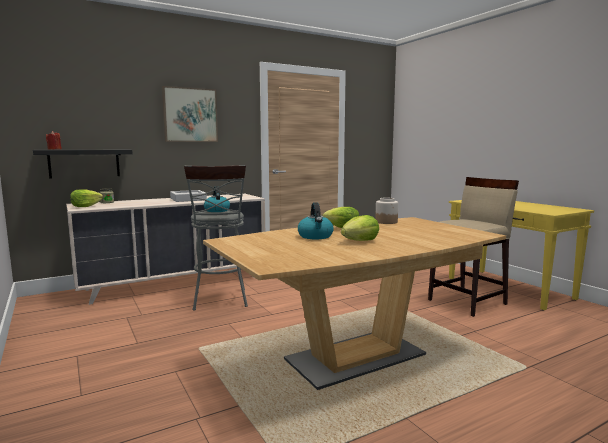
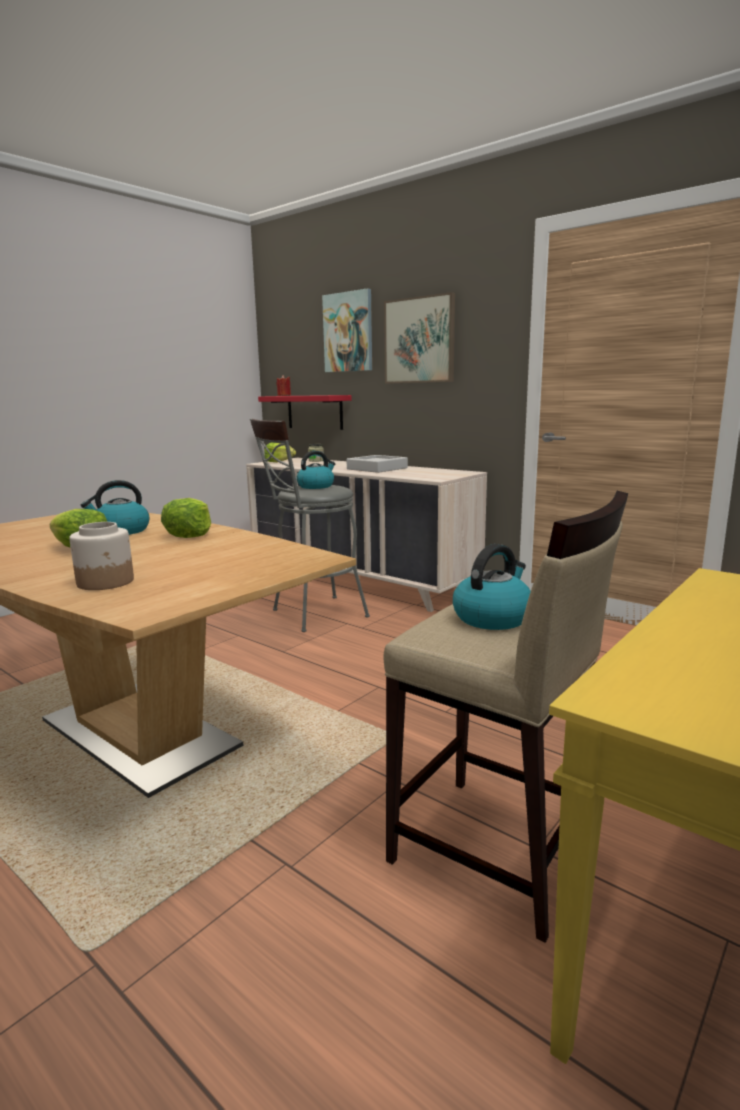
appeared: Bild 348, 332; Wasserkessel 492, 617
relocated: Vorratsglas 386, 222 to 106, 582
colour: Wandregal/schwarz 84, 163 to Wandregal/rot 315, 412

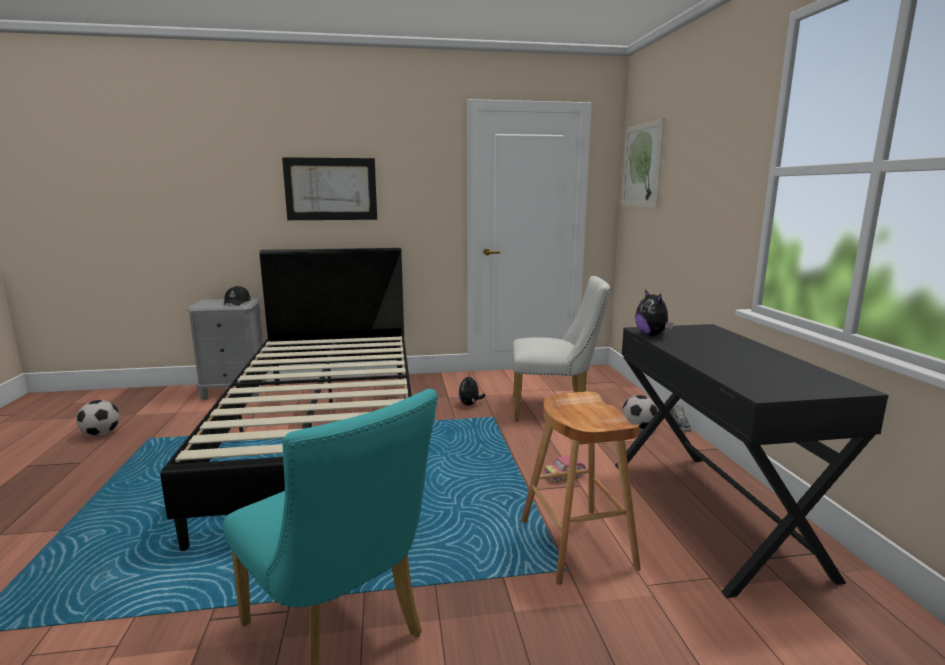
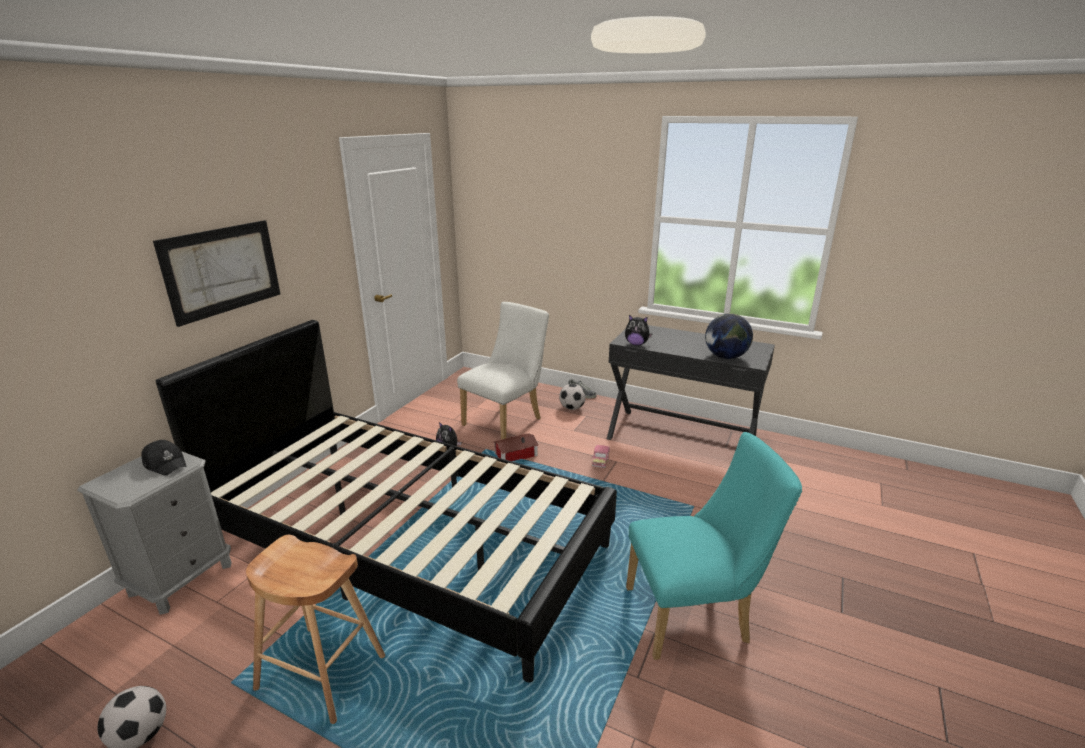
missing: Bild 642, 165
appeared: Spielzeughaus 514, 454; Globus 725, 357
relocated: Hocker/braun 577, 544 to 321, 672

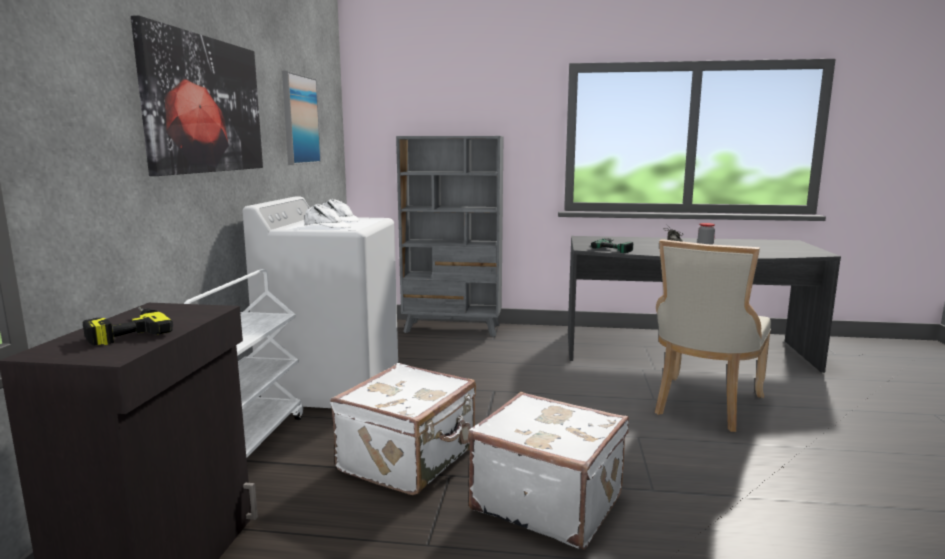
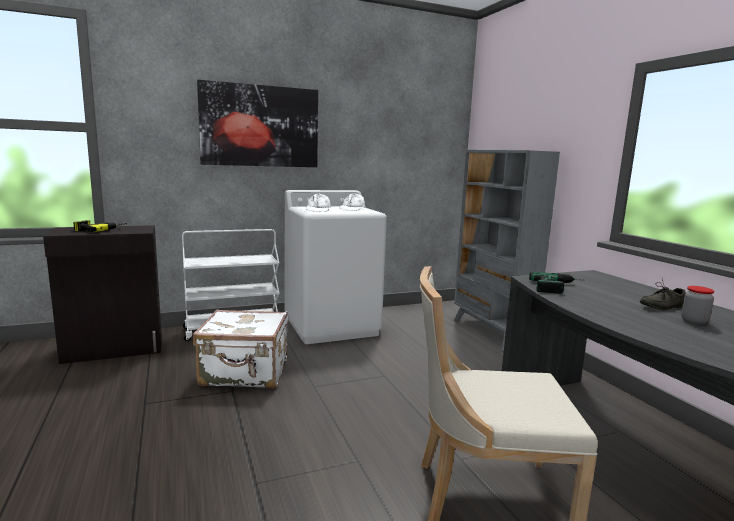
missing: Bild 300, 120; Koffer/weiß 548, 501

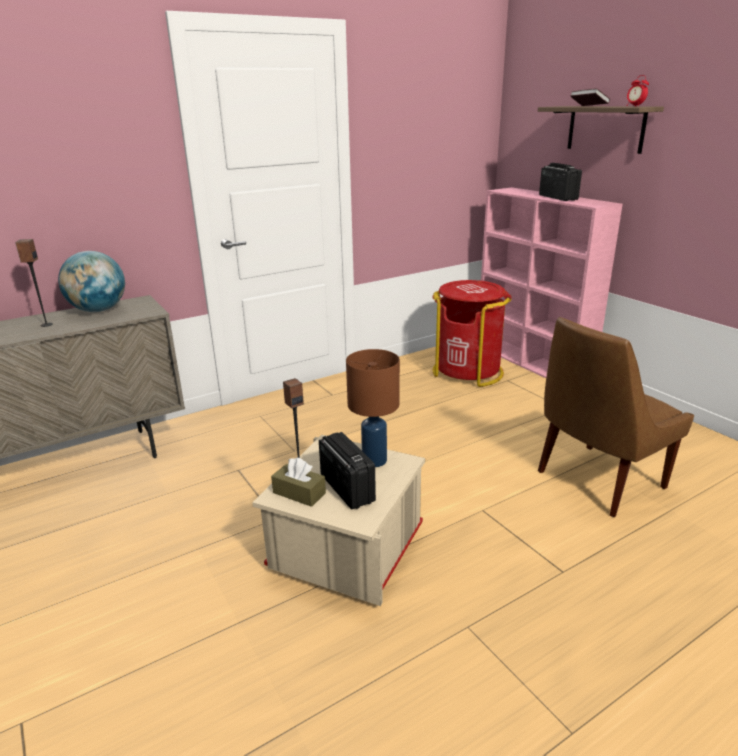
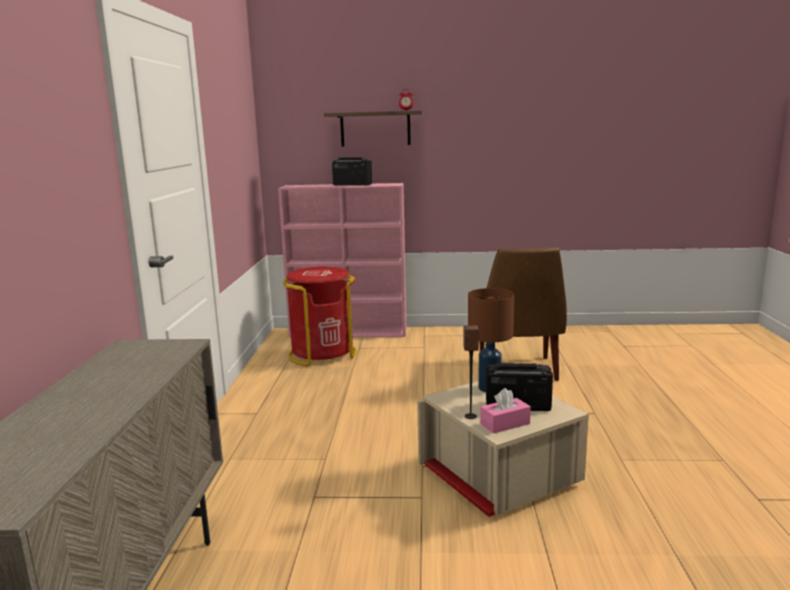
missing: Lautsprecher 46, 325; Globus 98, 310; Buch 588, 106
colour: Taschentuchbox/braun 299, 493 to Taschentuchbox/rosa 505, 424

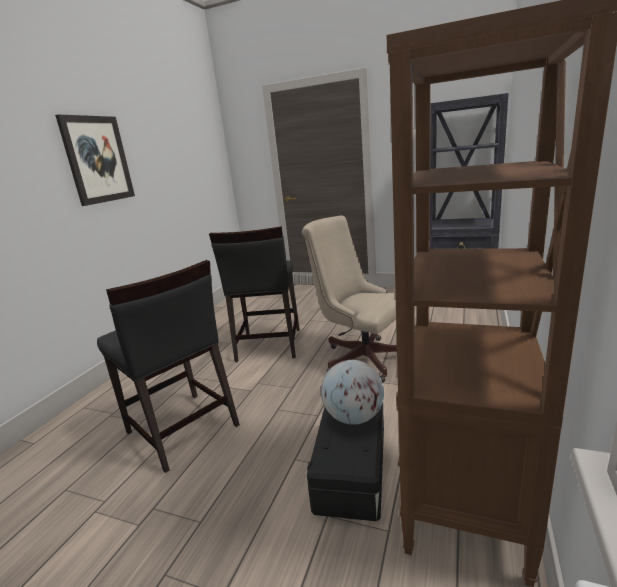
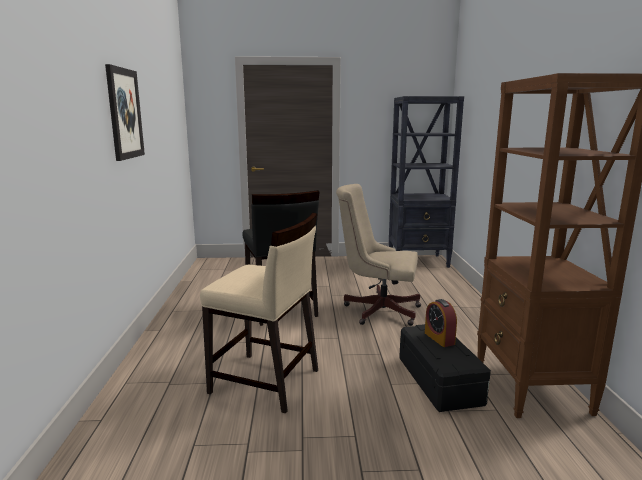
exchanged: Globus 354, 417 to Wecker 439, 338
colour: Stuhl/schwarz 182, 430 to Stuhl/beige 265, 382

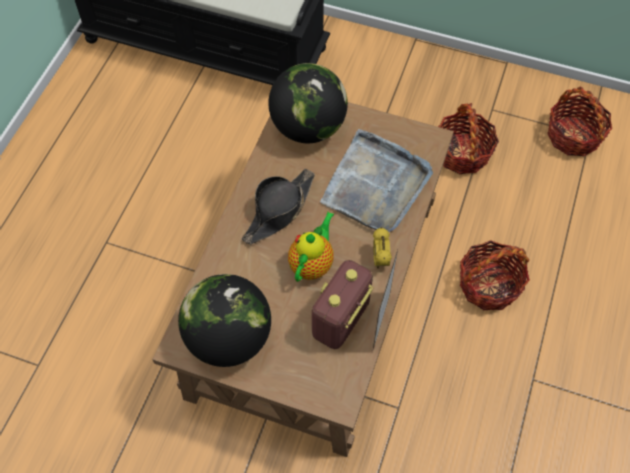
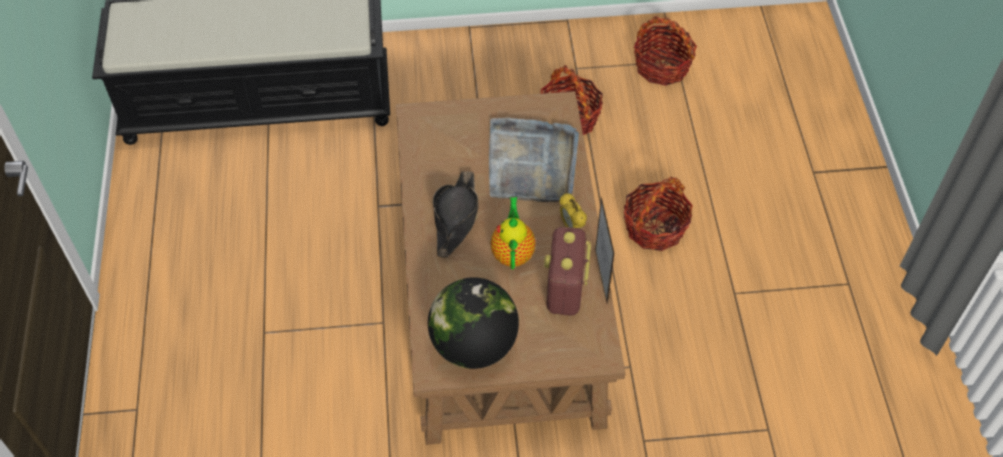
missing: Globus 308, 128

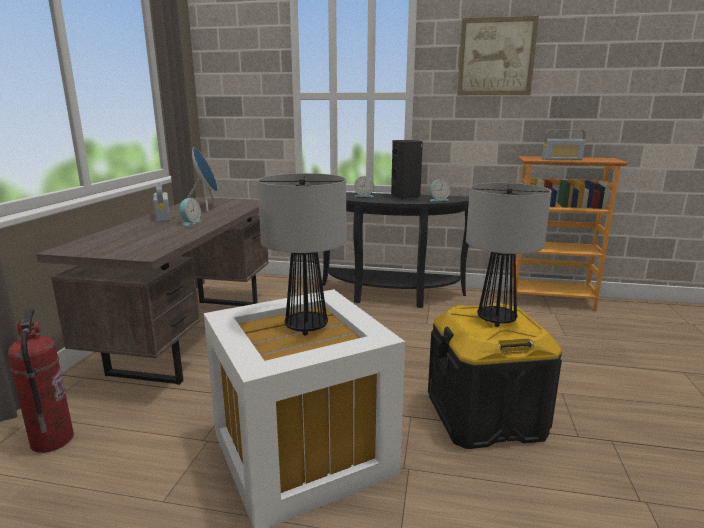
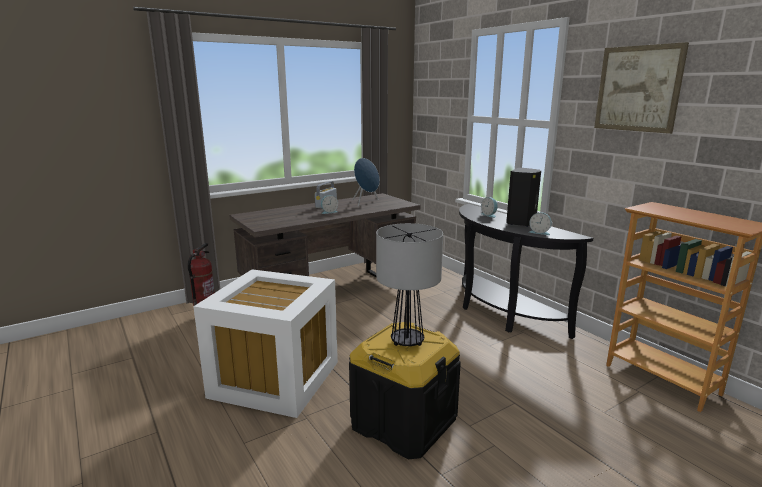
missing: Tischlampe 307, 327; Radio 562, 159

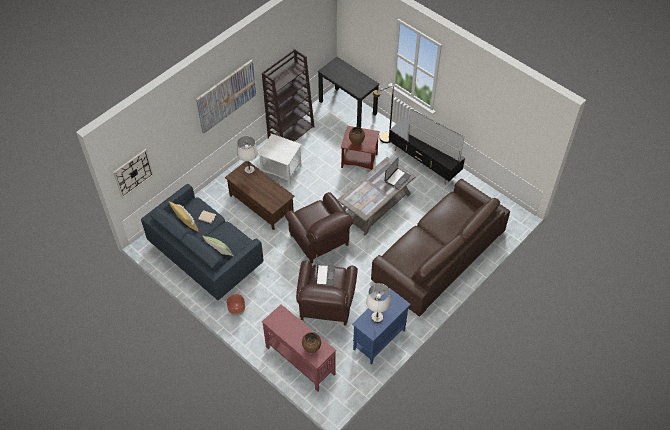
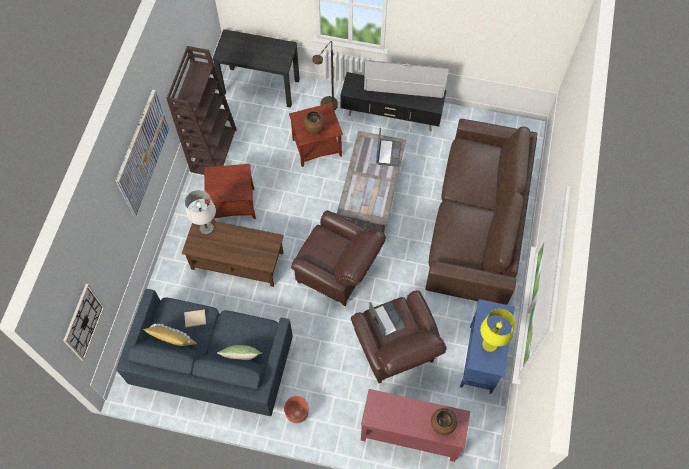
colour: Beistelltisch/weiß 281, 170 to Beistelltisch/braun 233, 204; Tischlampe/weiß 377, 317 to Tischlampe/gelb 490, 344

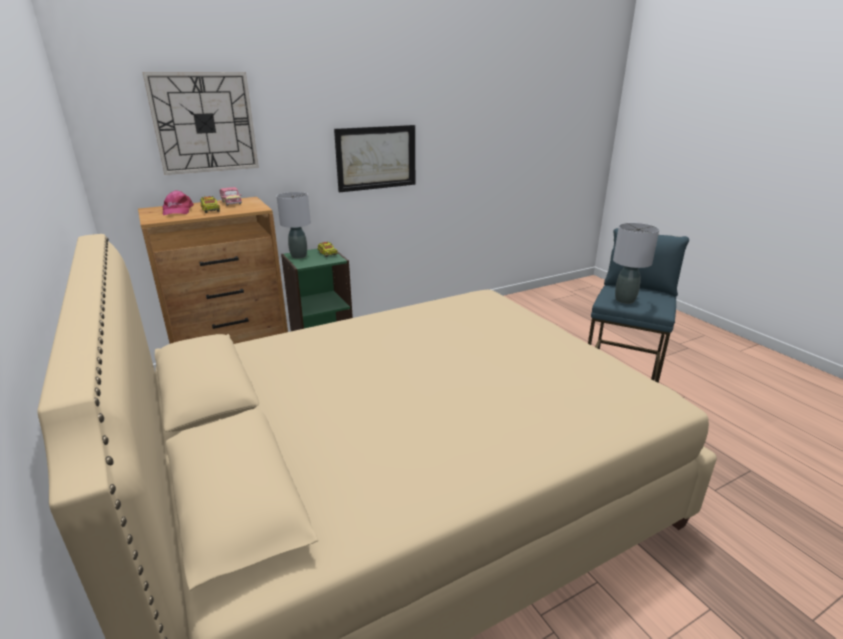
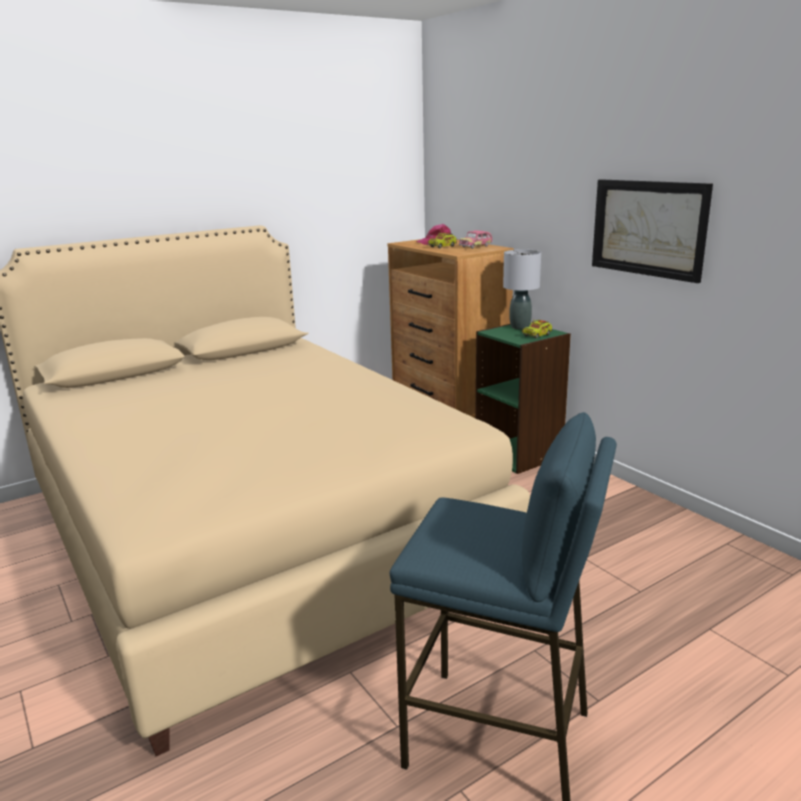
missing: Wanduhr 204, 123; Tischlampe/grau 625, 300

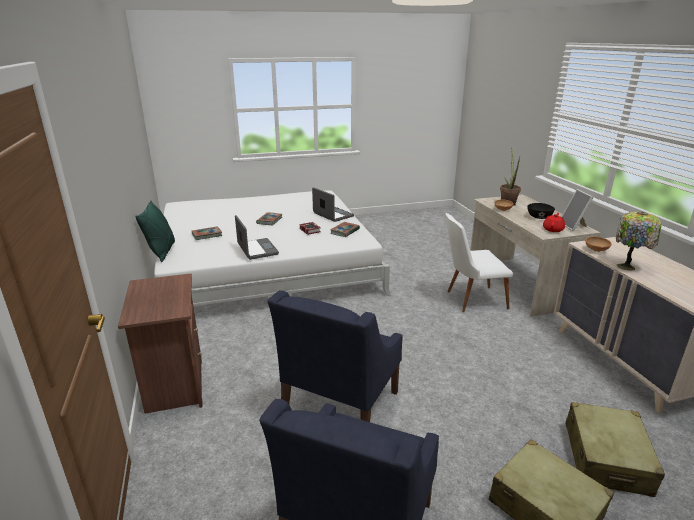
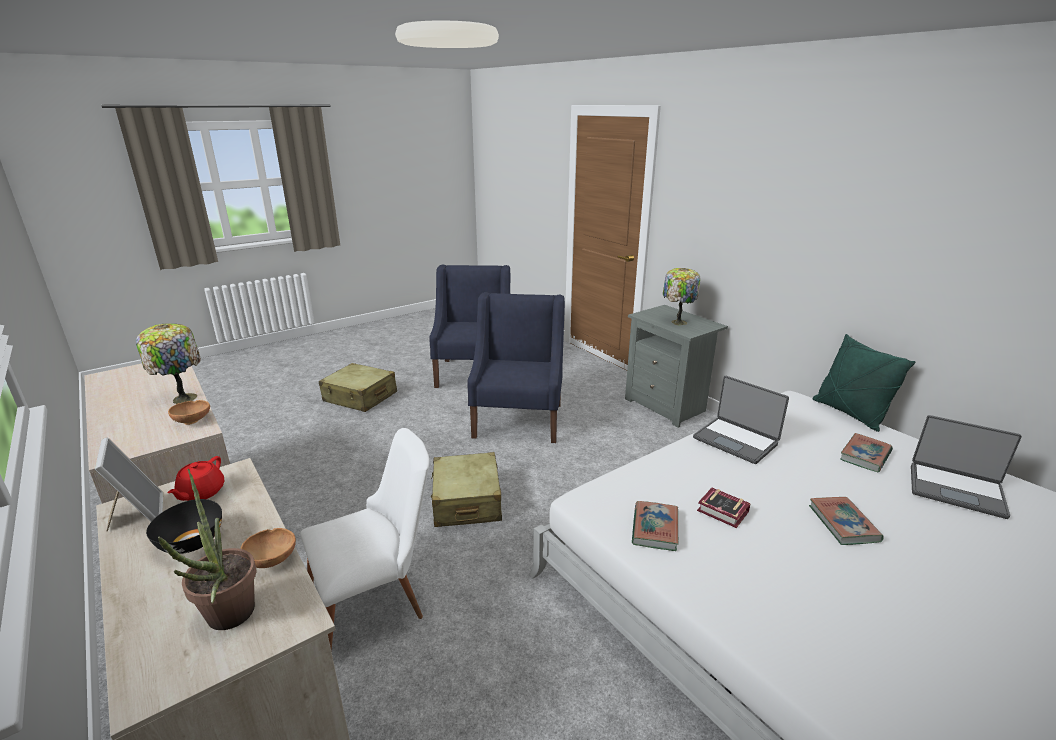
appeared: Tischlampe 677, 322
relocated: Laptop 332, 215 to 956, 489; Koffer/beige 606, 458 to 467, 501
colour: Nachttisch/braun 174, 385 to Nachttisch/grau 667, 406

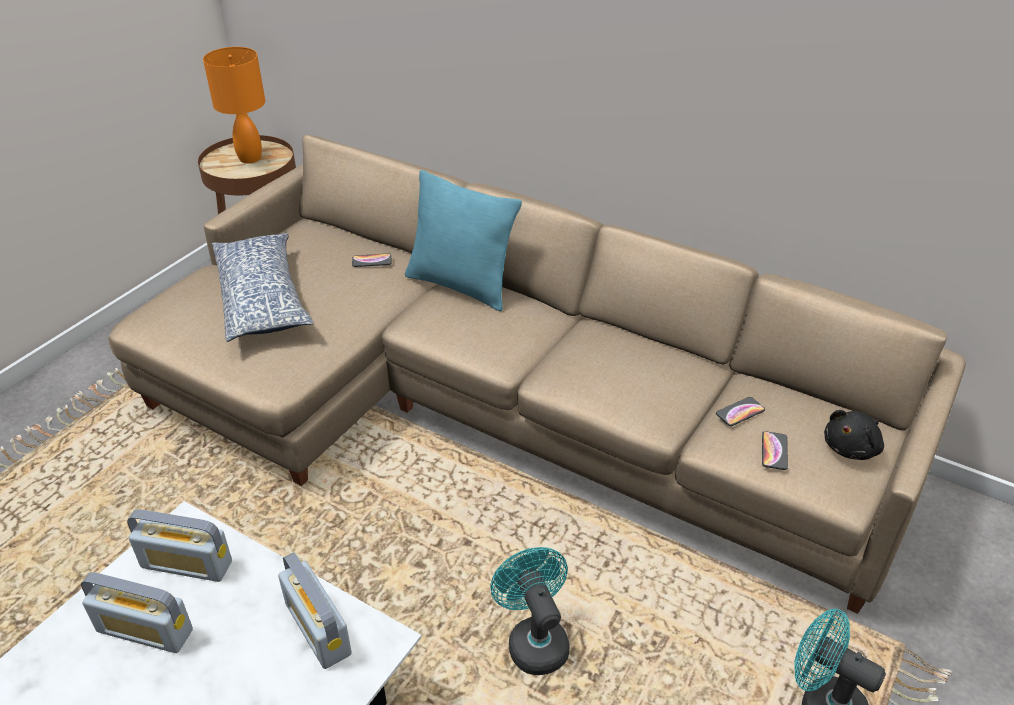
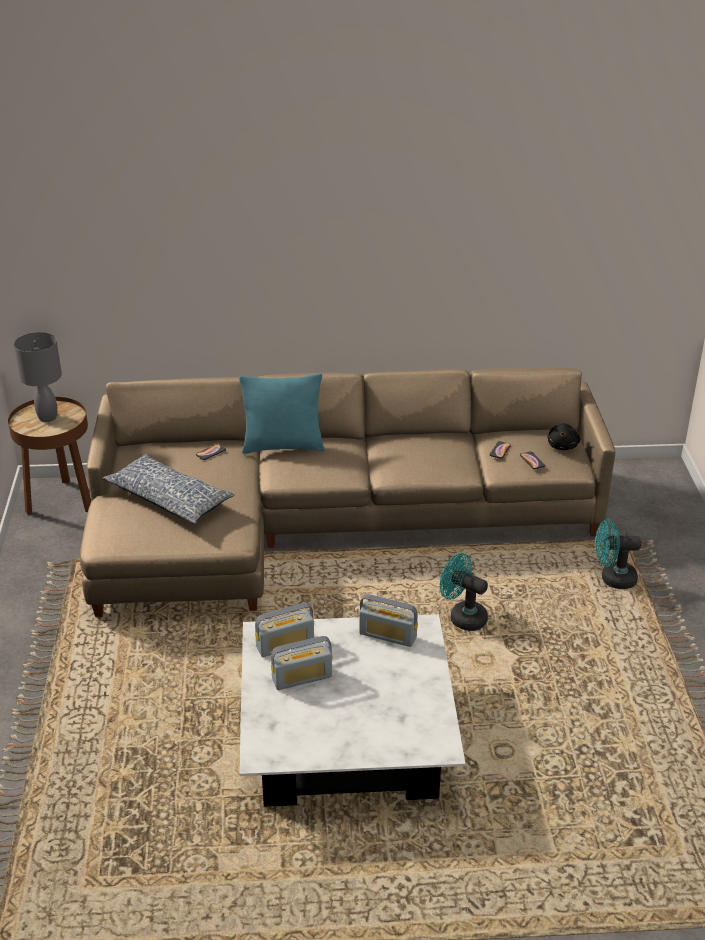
colour: Tischlampe/orange 251, 158 to Tischlampe/grau 48, 417

